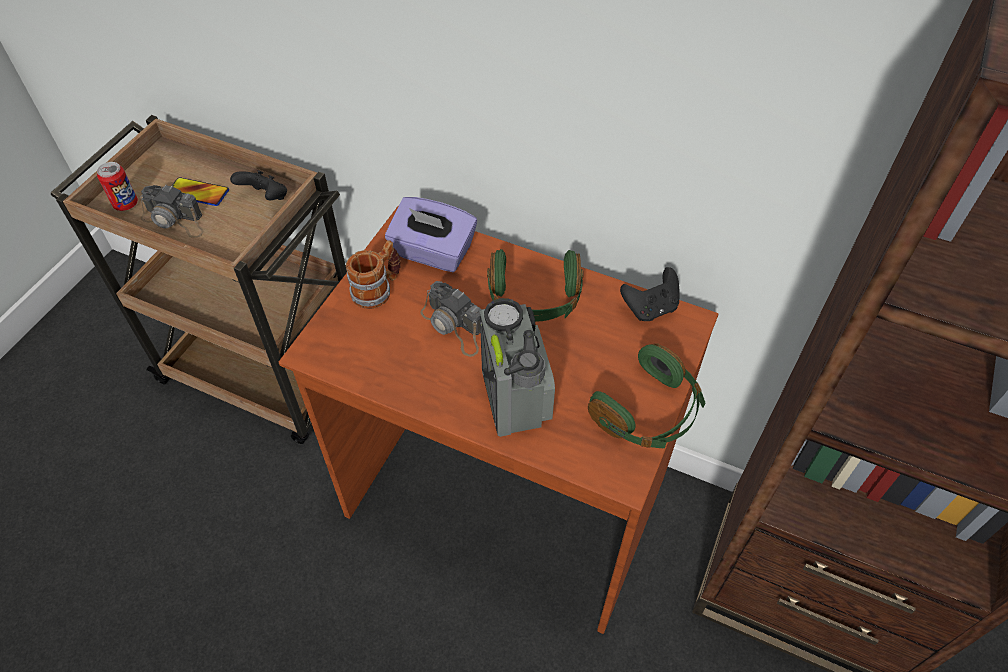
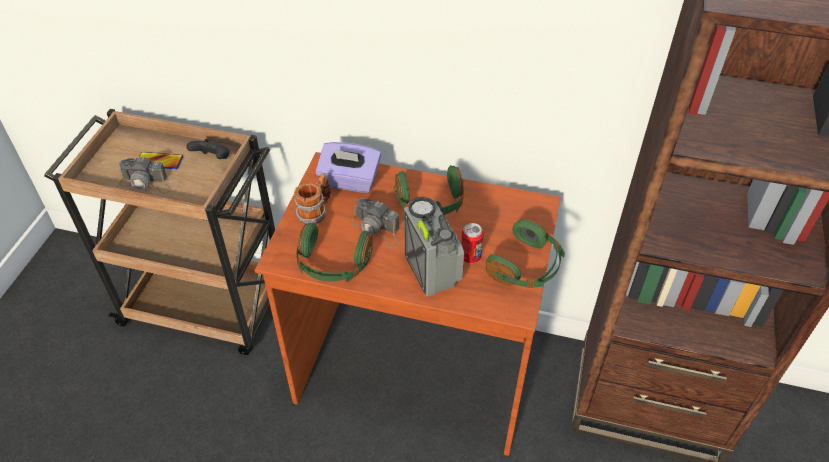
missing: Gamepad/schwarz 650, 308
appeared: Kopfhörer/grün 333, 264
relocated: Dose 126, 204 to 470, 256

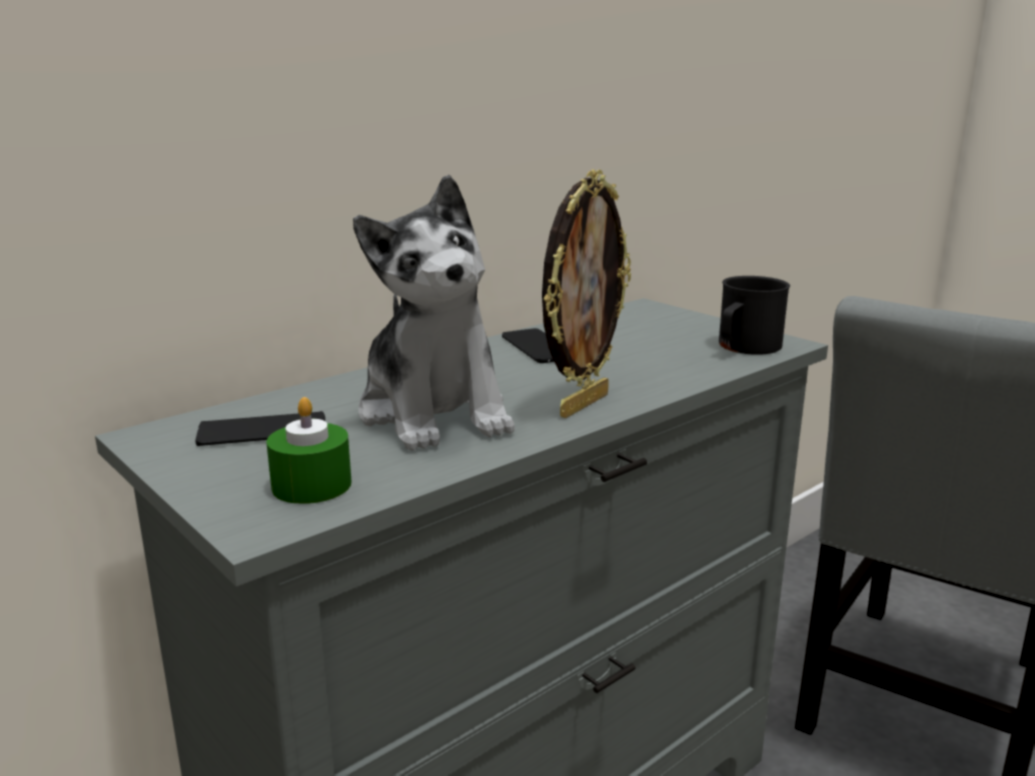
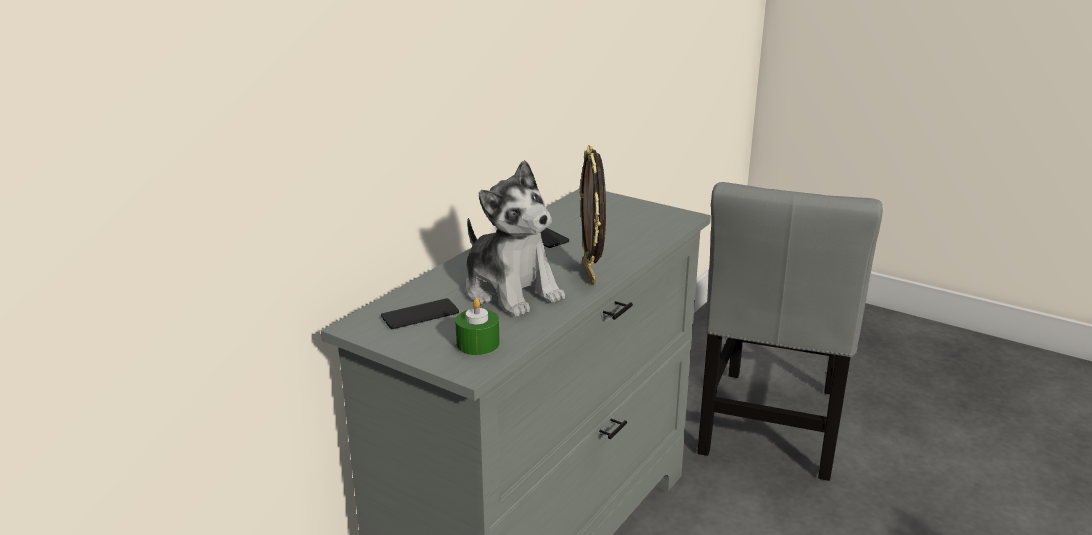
missing: Henkelbecher/schwarz 744, 348
spun: Bilderrahmen 582, 404 = 591, 275 150 degrees clockwise

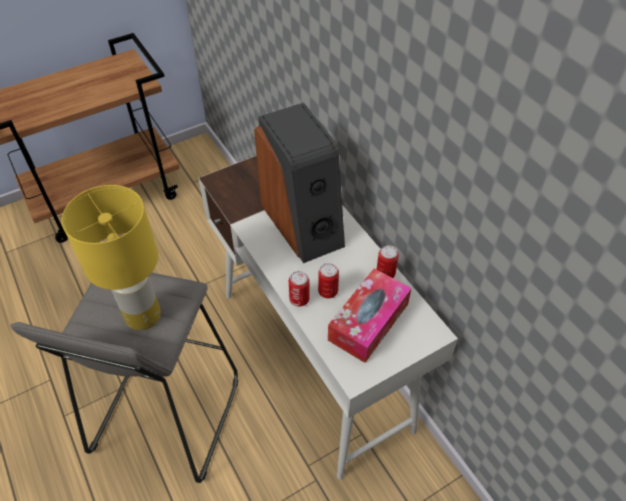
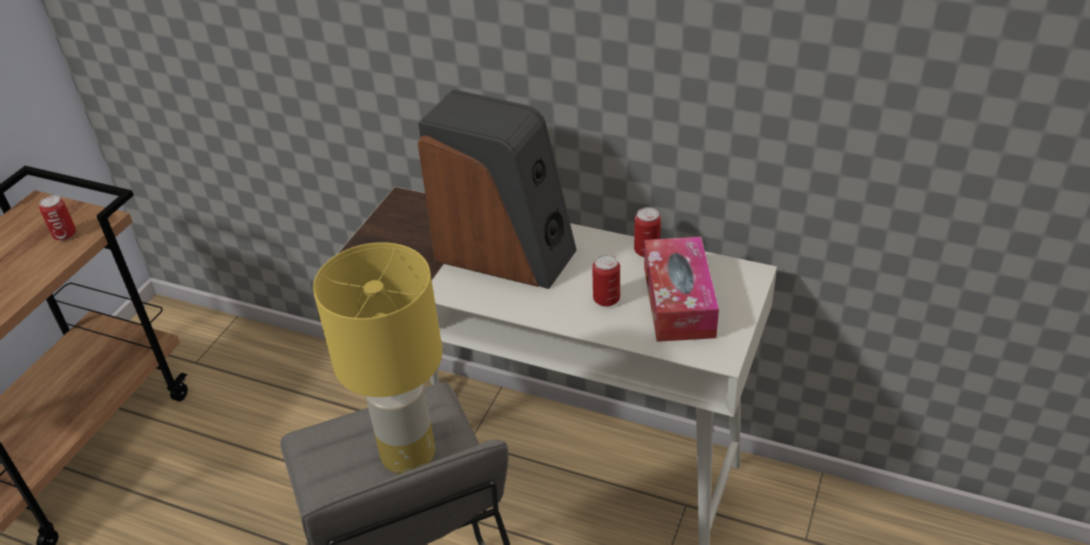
relocated: Dose 299, 299 to 65, 235

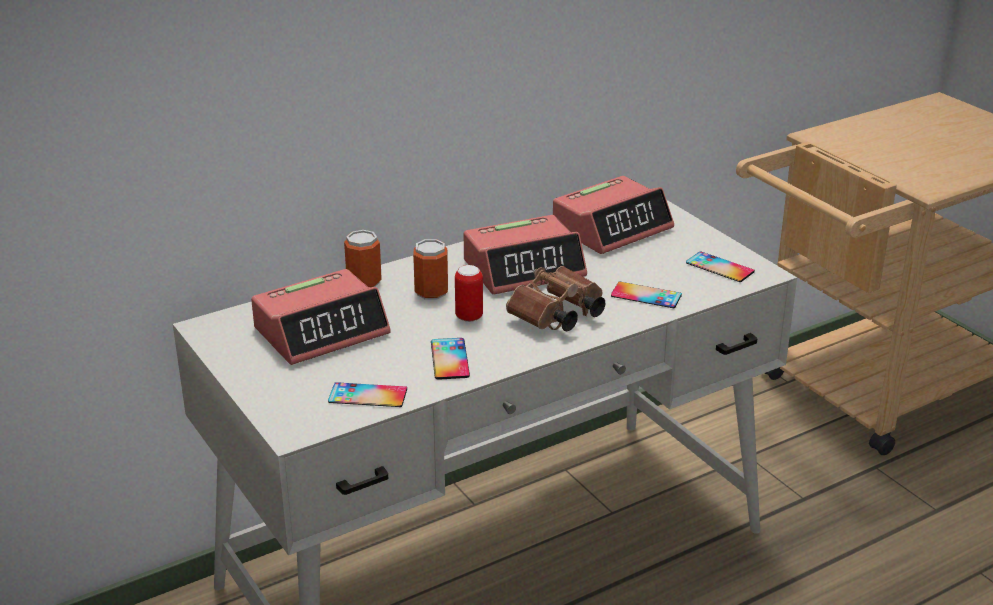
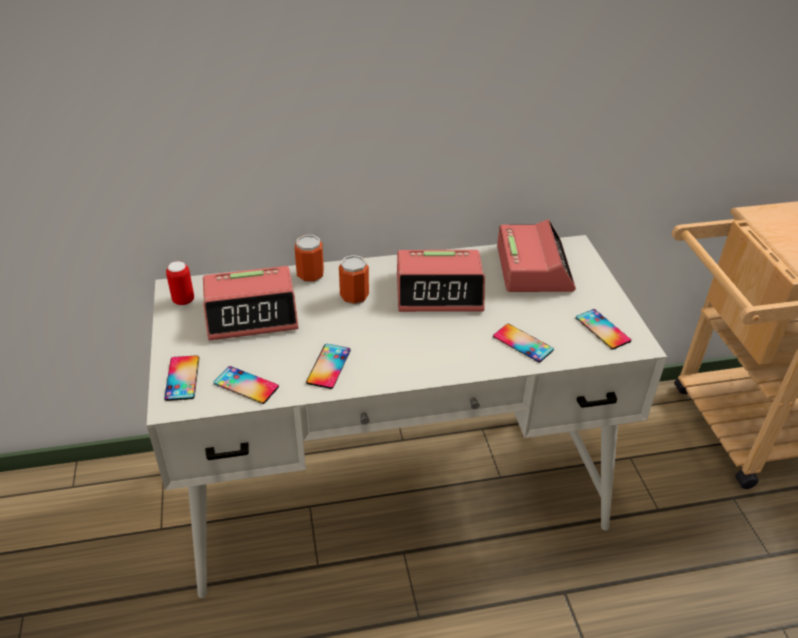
missing: Fernglas/braun 556, 317
appeared: Handy 182, 378
relocated: Dose 469, 317 to 183, 300
spun: Wecker 612, 228 = 533, 268 75 degrees counterclockwise

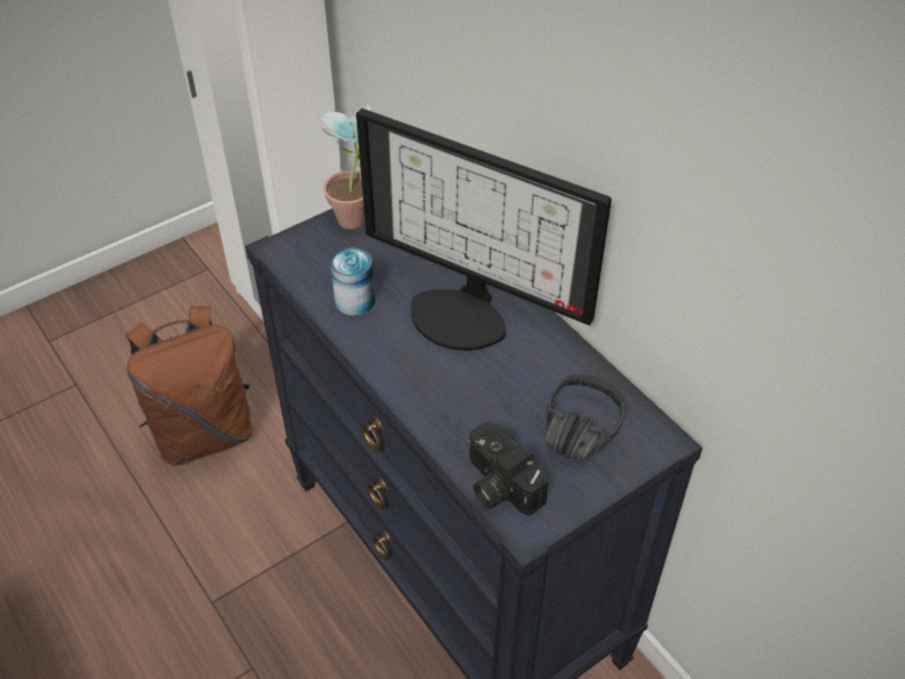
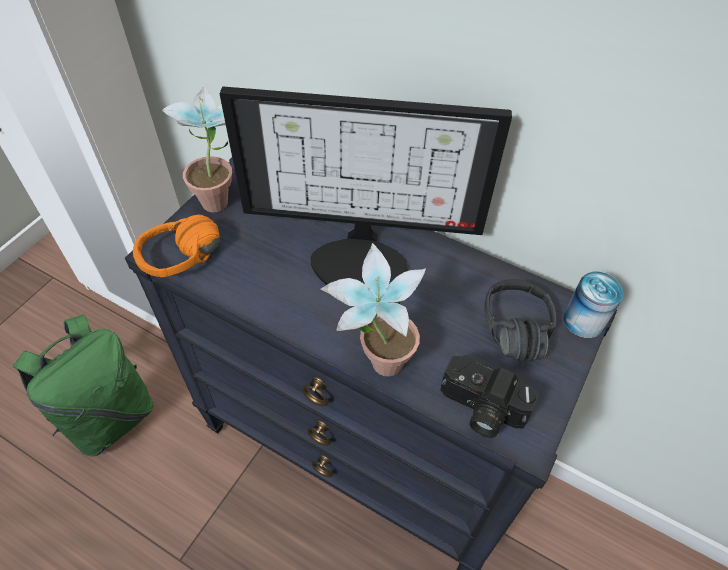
appeared: Kopfhörer/orange 187, 265; Topfpflanze 375, 365
relocated: Dose 355, 300 to 583, 320
colour: Rucksack/braun 204, 432 to Rucksack/grün 109, 416

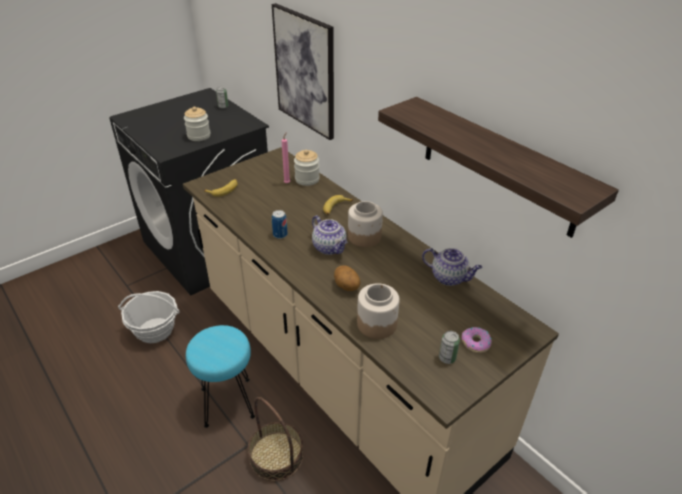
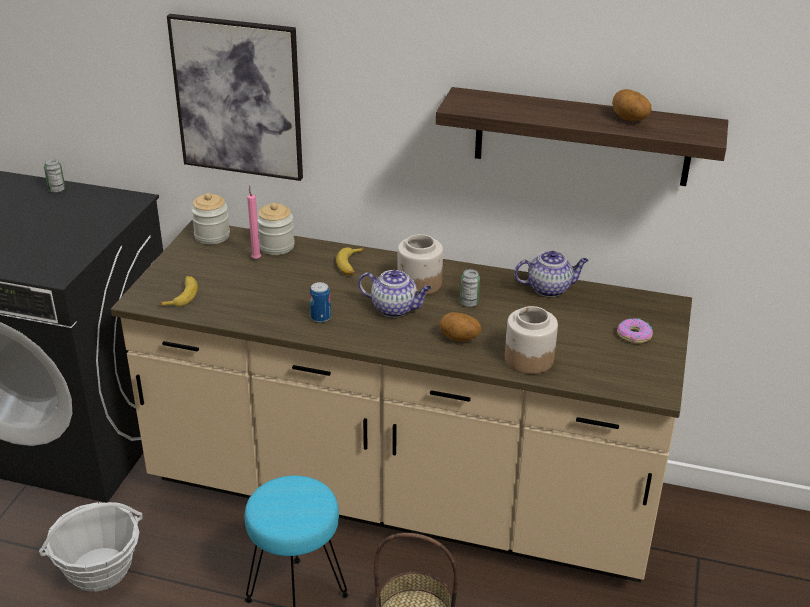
appeared: Kartoffel 629, 120
relocated: Vorratsglas 199, 136 to 212, 236; Dose 447, 358 to 469, 303

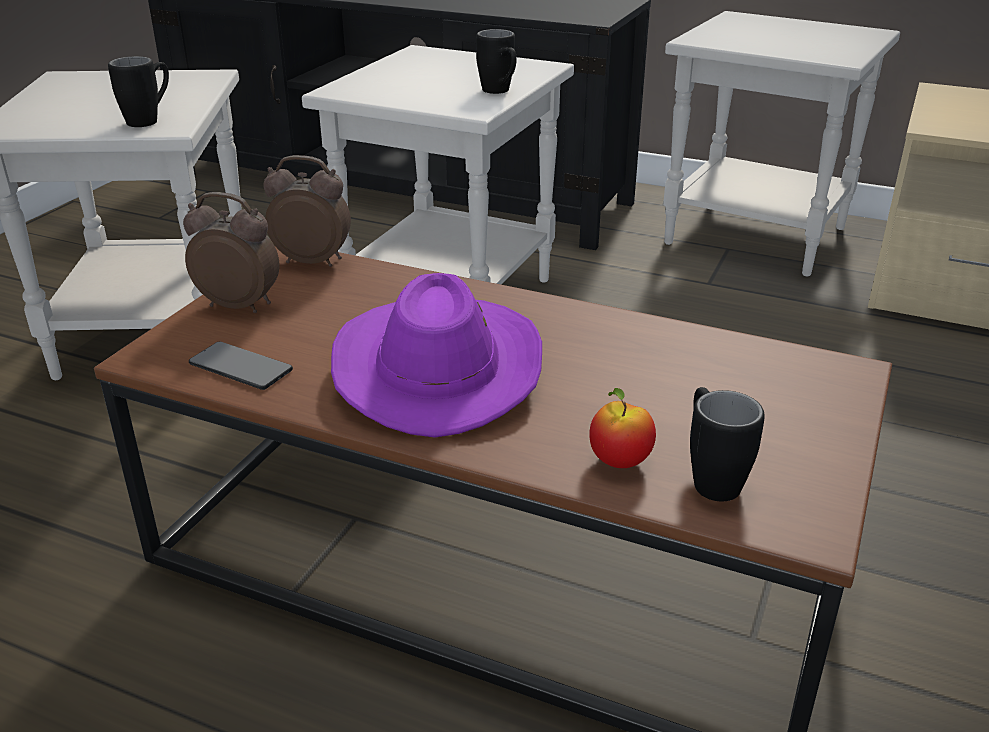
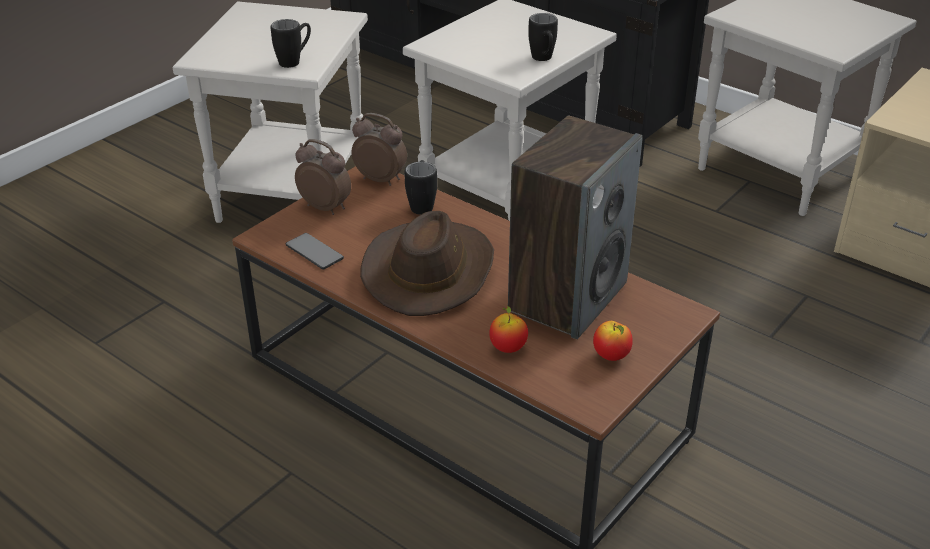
appeared: Lautsprecher 567, 296; Apfel 611, 356
relocated: Henkelbecher/schwarz 710, 477 to 422, 204
colour: Hut/lila 437, 367 to Hut/braun 429, 270

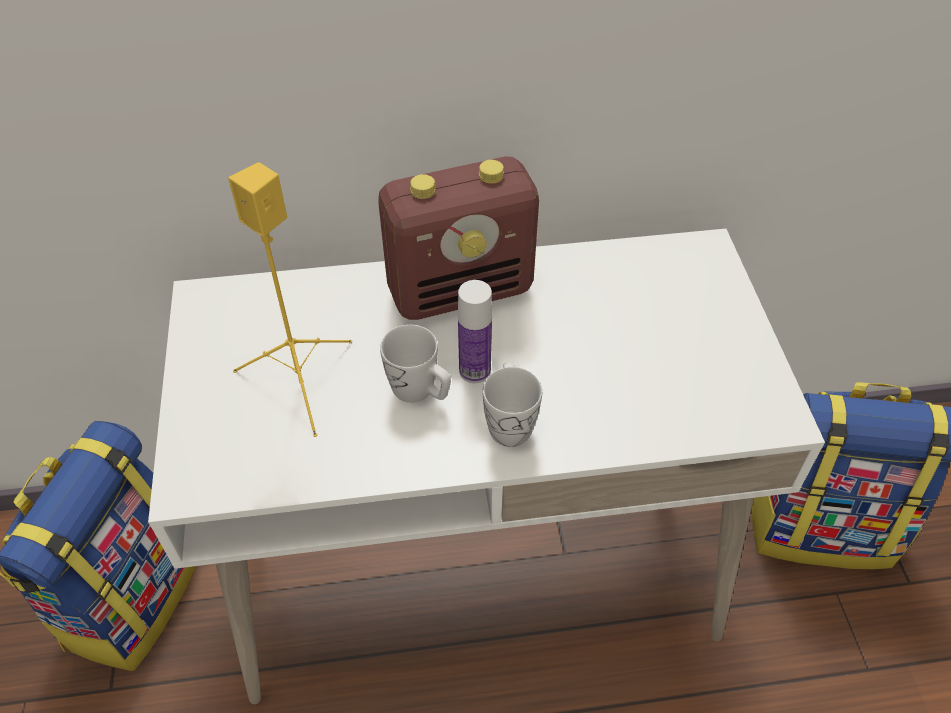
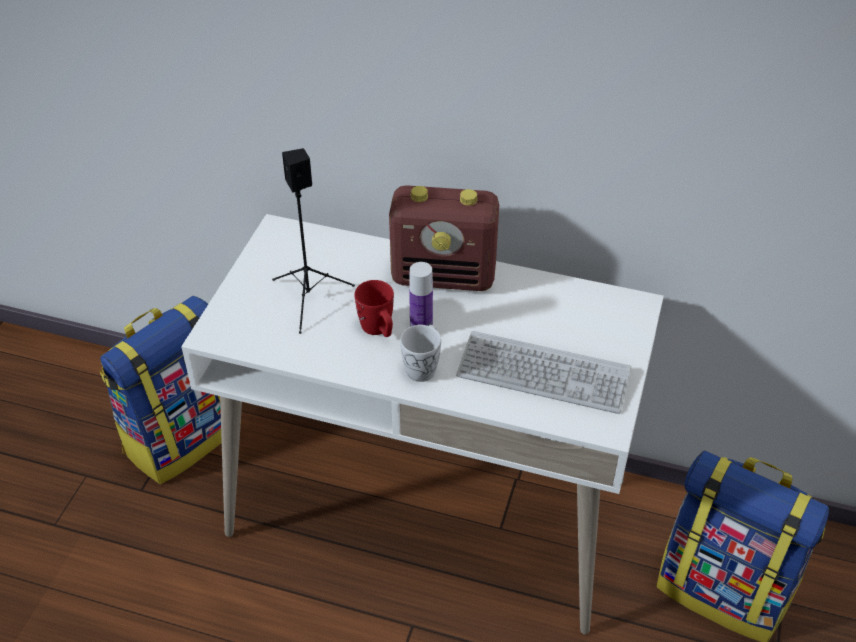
appeared: Tastatur 543, 374
colour: Lautsprecher/gelb 301, 382 to Lautsprecher/schwarz 309, 299; Henkelbecher/weiß 420, 391 to Henkelbecher/rot 378, 329

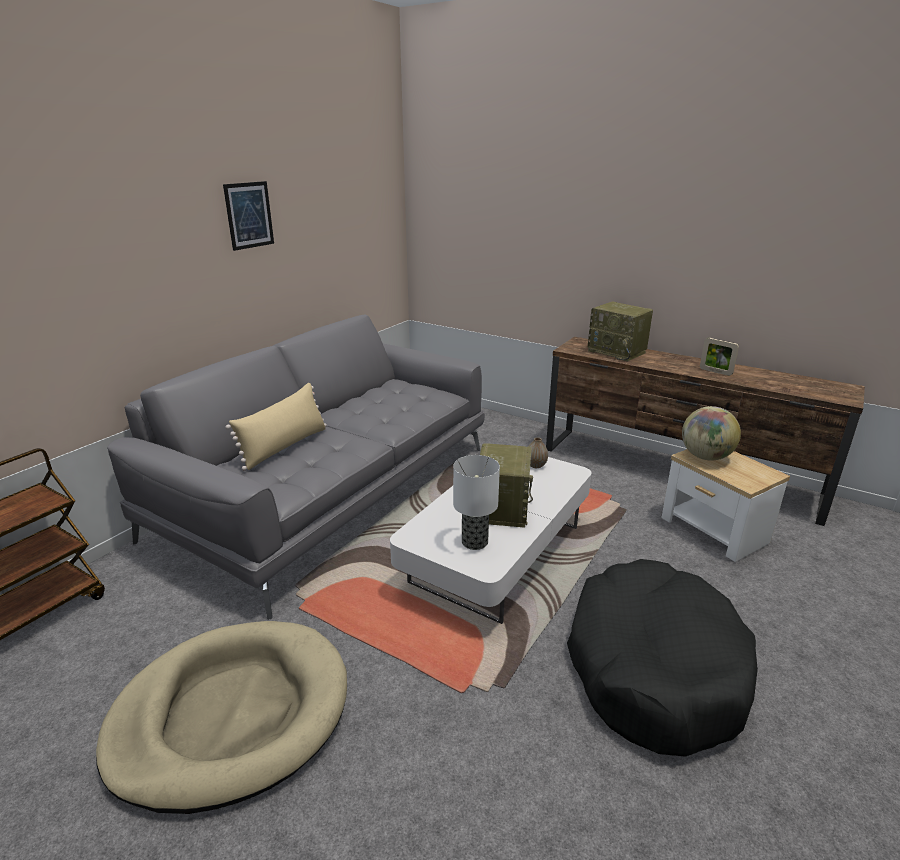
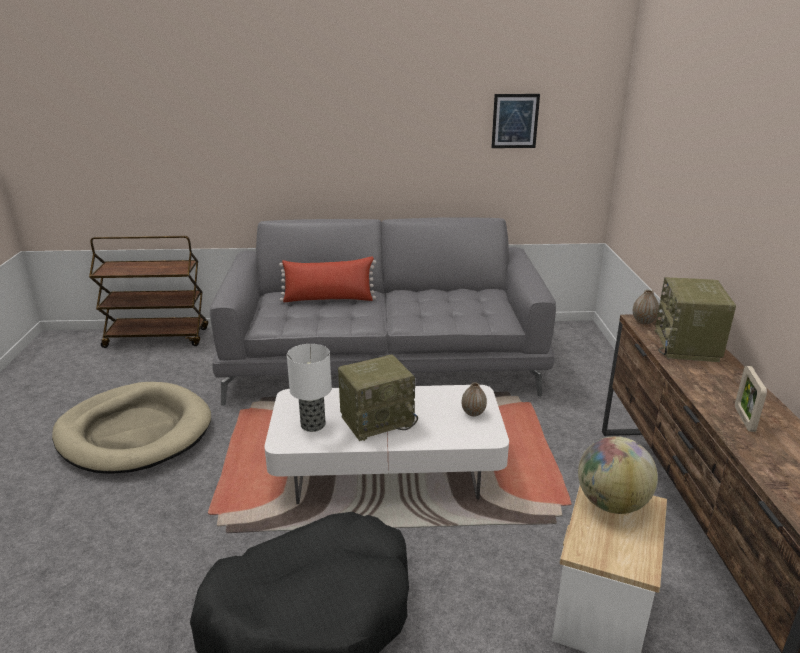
appeared: Vase 643, 321
relocated: Bild 249, 215 to 515, 121
colour: Kissen/beige 285, 446 to Kissen/rot 328, 299

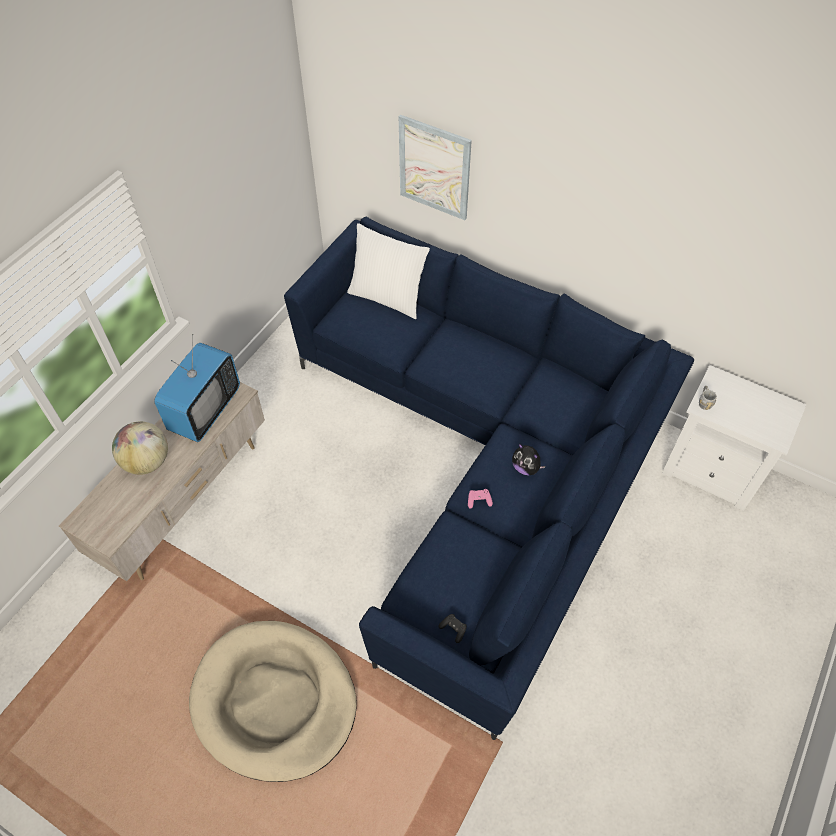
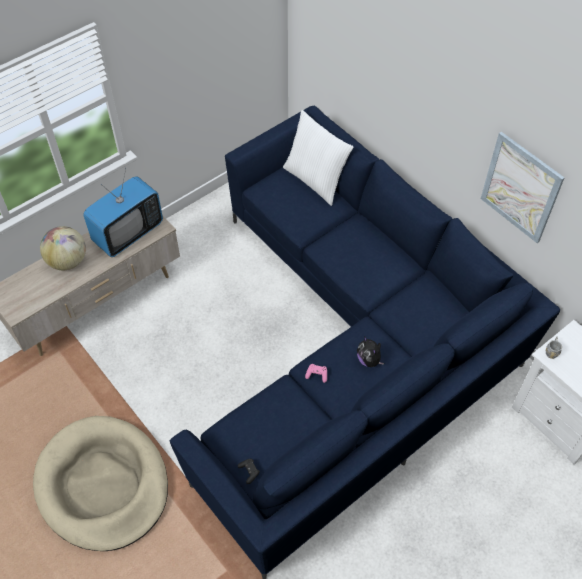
relocated: Bild 434, 168 to 520, 188

